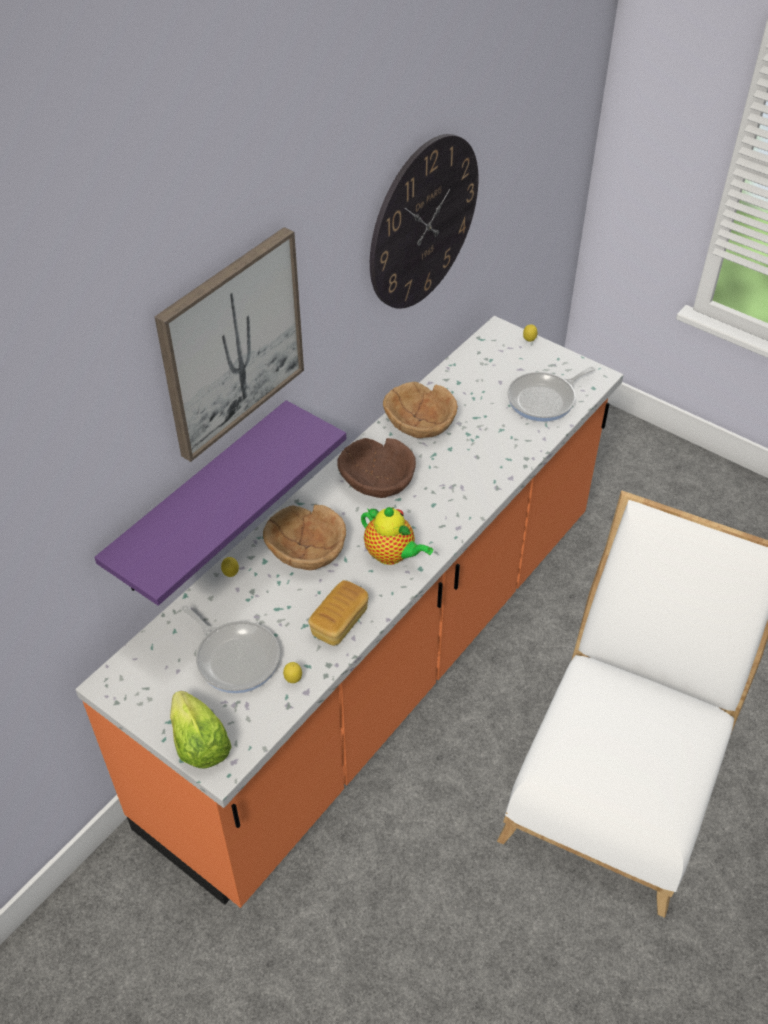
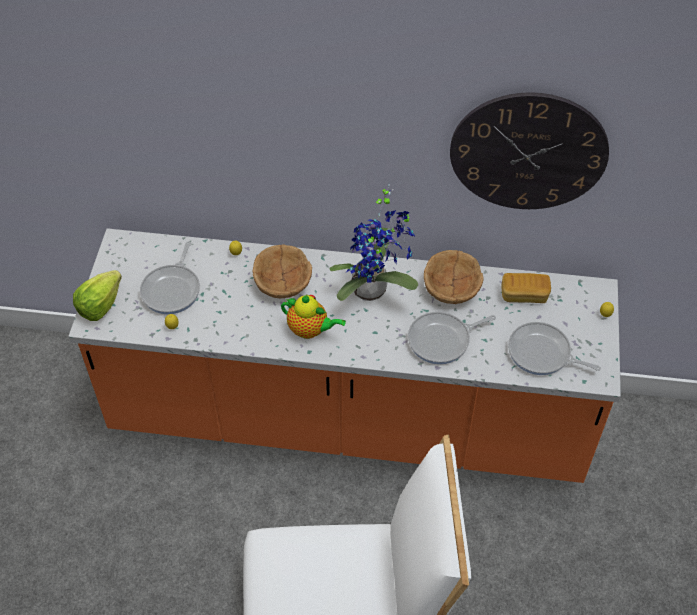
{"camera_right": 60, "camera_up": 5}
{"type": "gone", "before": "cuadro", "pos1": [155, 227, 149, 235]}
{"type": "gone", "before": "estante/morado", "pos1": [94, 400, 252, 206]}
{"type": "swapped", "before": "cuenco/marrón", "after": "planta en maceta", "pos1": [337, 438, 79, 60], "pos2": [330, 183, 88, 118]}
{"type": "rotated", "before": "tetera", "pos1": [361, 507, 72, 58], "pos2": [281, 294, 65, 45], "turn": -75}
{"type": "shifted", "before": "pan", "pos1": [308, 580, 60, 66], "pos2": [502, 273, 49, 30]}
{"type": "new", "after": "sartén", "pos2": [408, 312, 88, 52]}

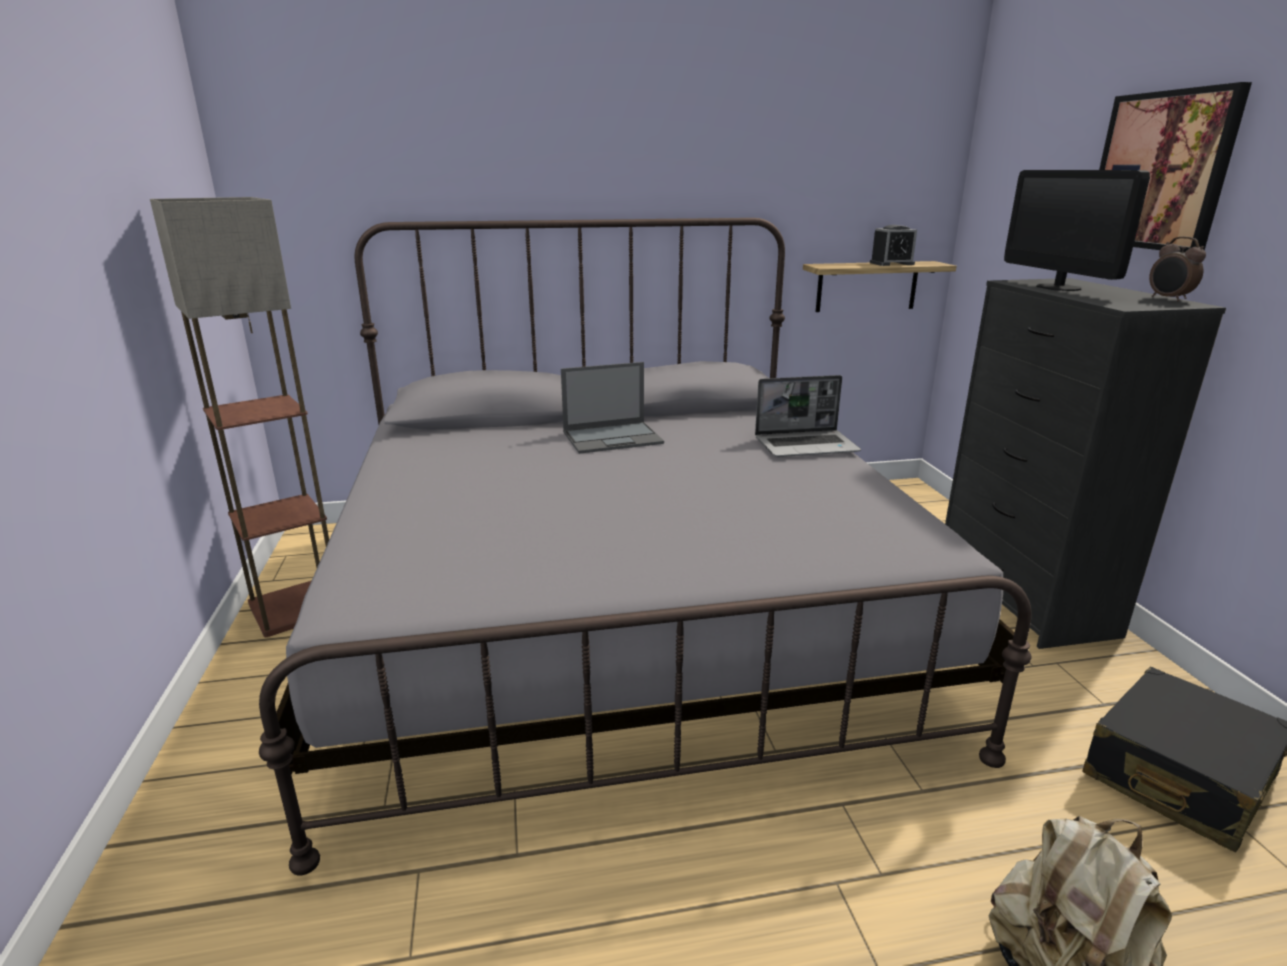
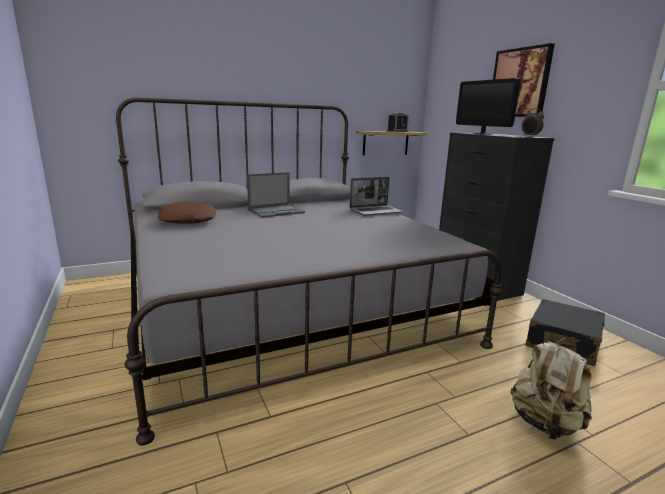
{"camera_right": -15, "camera_up": -5}
{"type": "gone", "before": "lámpara de pie", "pos1": [150, 197, 179, 440]}
{"type": "new", "after": "cojín/marrón", "pos2": [158, 201, 58, 23]}

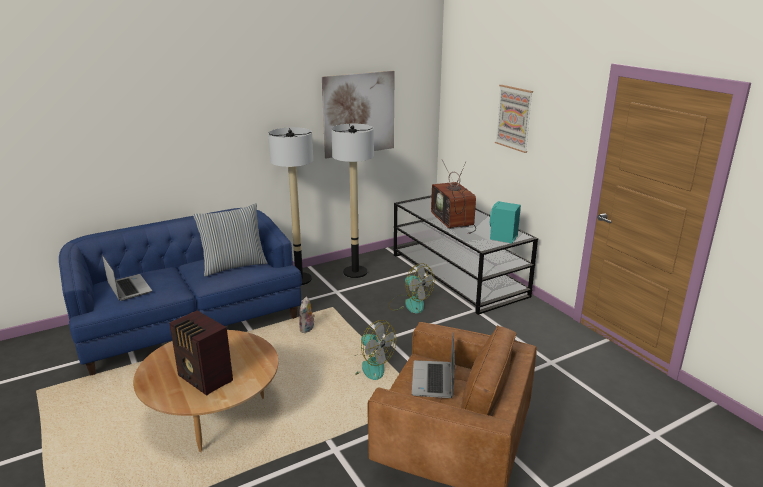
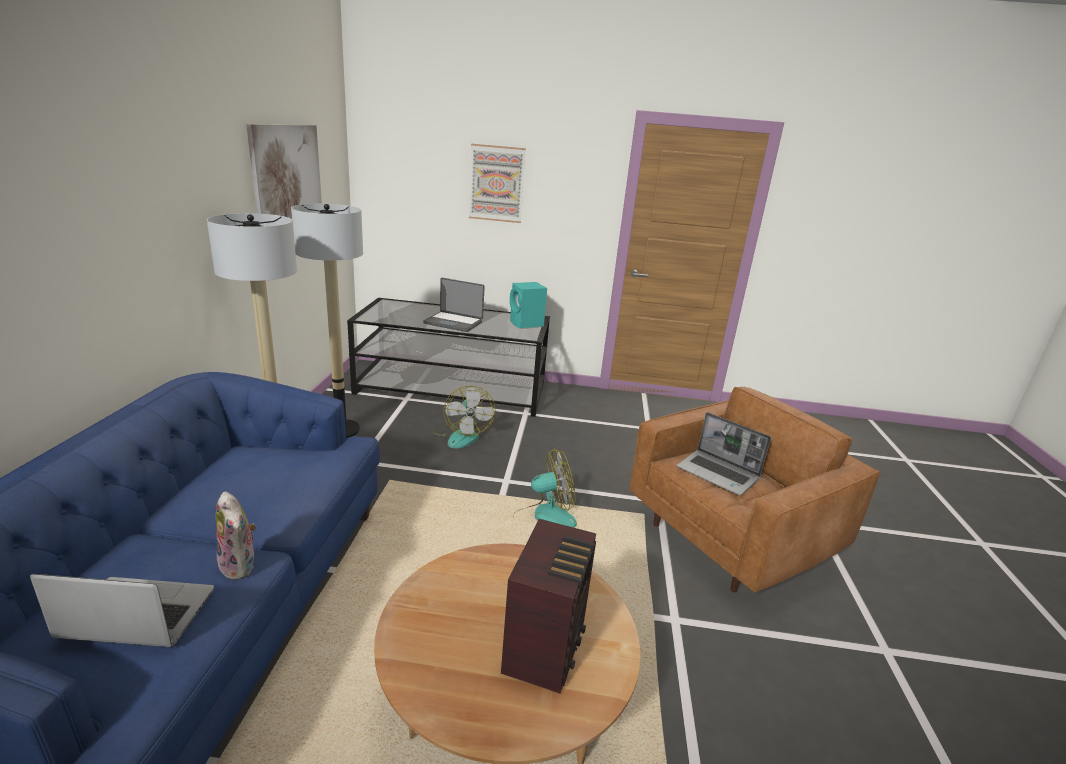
{"camera_right": -55, "camera_up": 0}
{"type": "swapped", "before": "televisor", "after": "portátil", "pos1": [431, 160, 45, 74], "pos2": [423, 278, 62, 54]}
{"type": "gone", "before": "cojín", "pos1": [193, 203, 75, 73]}
{"type": "rotated", "before": "ventilador", "pos1": [389, 263, 45, 50], "pos2": [433, 386, 63, 62], "turn": 90}
{"type": "shifted", "before": "peluche", "pos1": [299, 297, 16, 36], "pos2": [216, 491, 41, 89]}
{"type": "rotated", "before": "radio", "pos1": [169, 310, 64, 85], "pos2": [501, 519, 95, 174], "turn": -60}

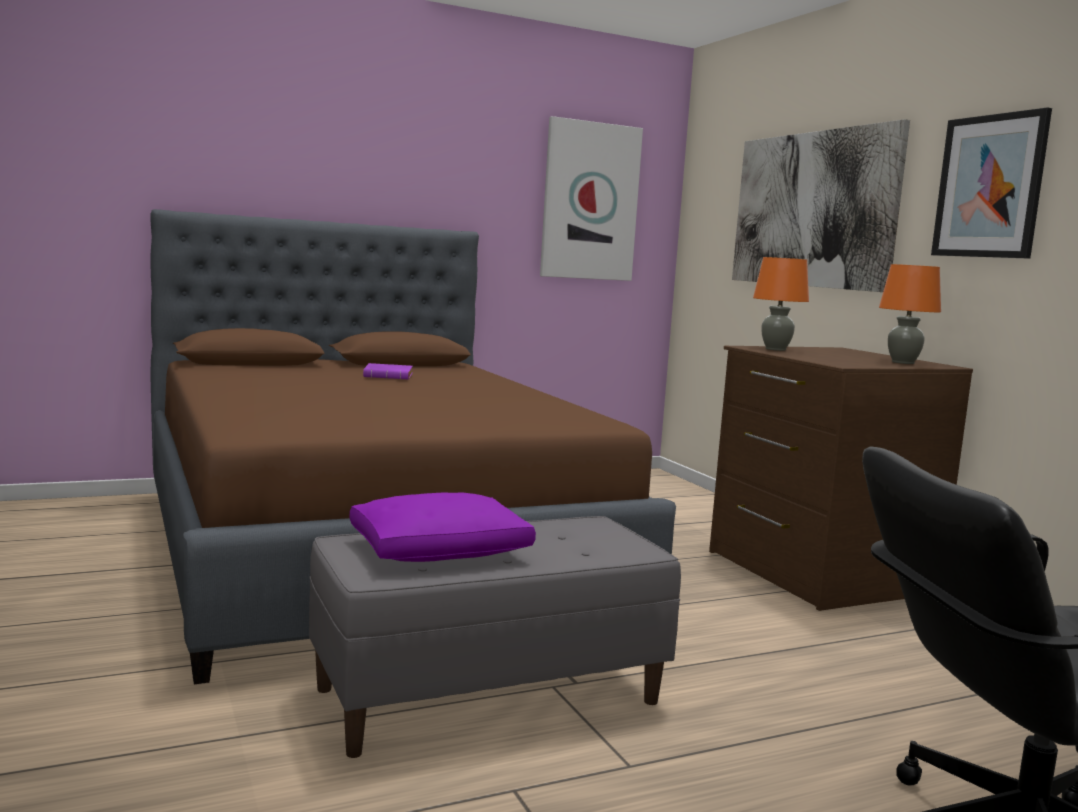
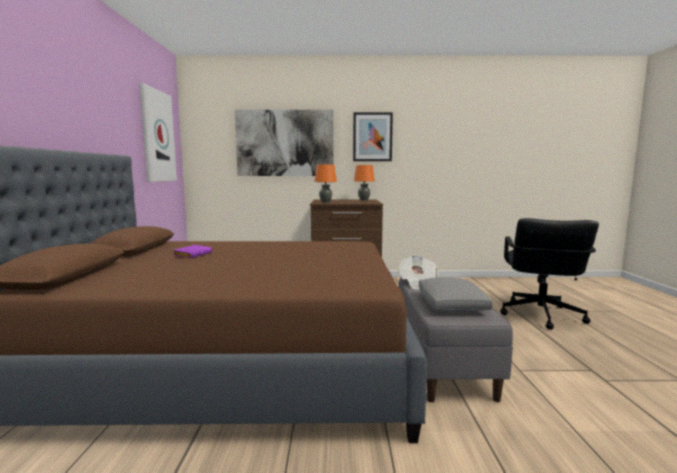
{"camera_right": -65, "camera_up": 0}
{"type": "repainted", "before": "cojín/morado", "after": "cojín/gris", "pos1": [350, 492, 186, 70], "pos2": [419, 277, 73, 35]}
{"type": "new", "after": "periódico", "pos2": [398, 255, 40, 34]}

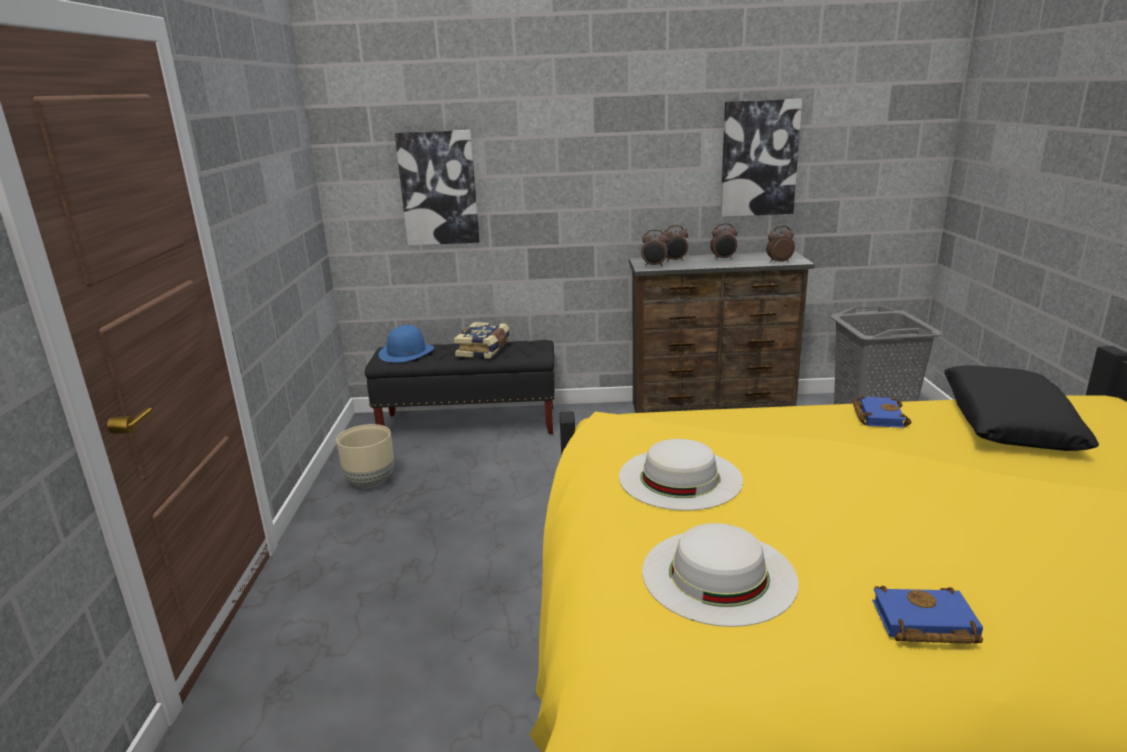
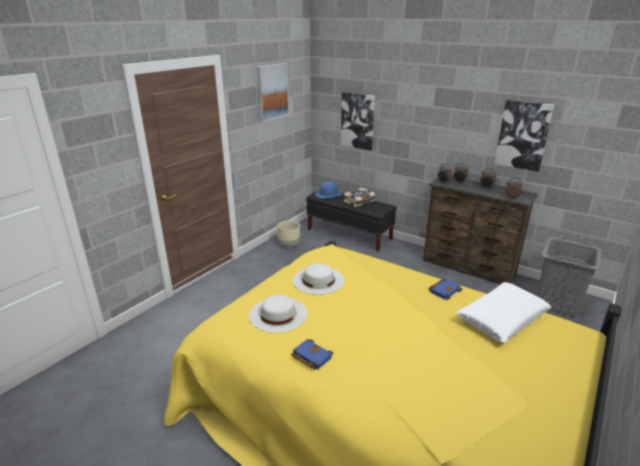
{"camera_right": 35, "camera_up": 5}
{"type": "repainted", "before": "cojín/negro", "after": "cojín/blanco", "pos1": [944, 365, 155, 86], "pos2": [456, 282, 95, 61]}
{"type": "new", "after": "cuadro", "pos2": [257, 63, 32, 59]}

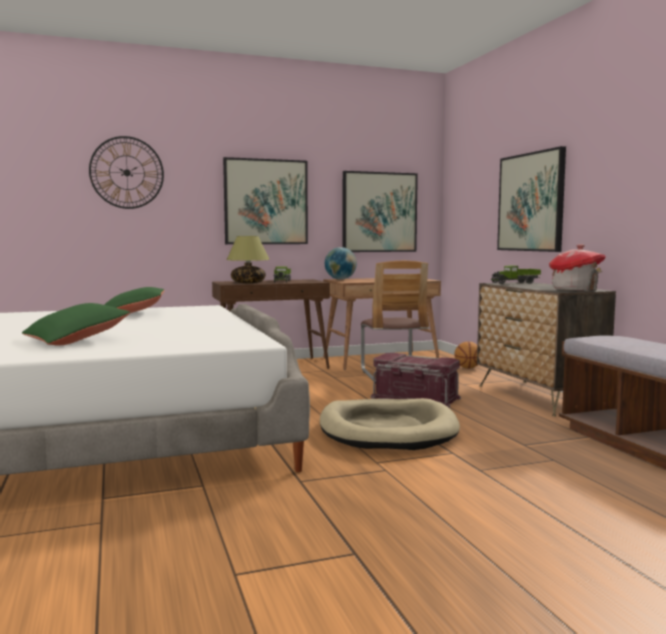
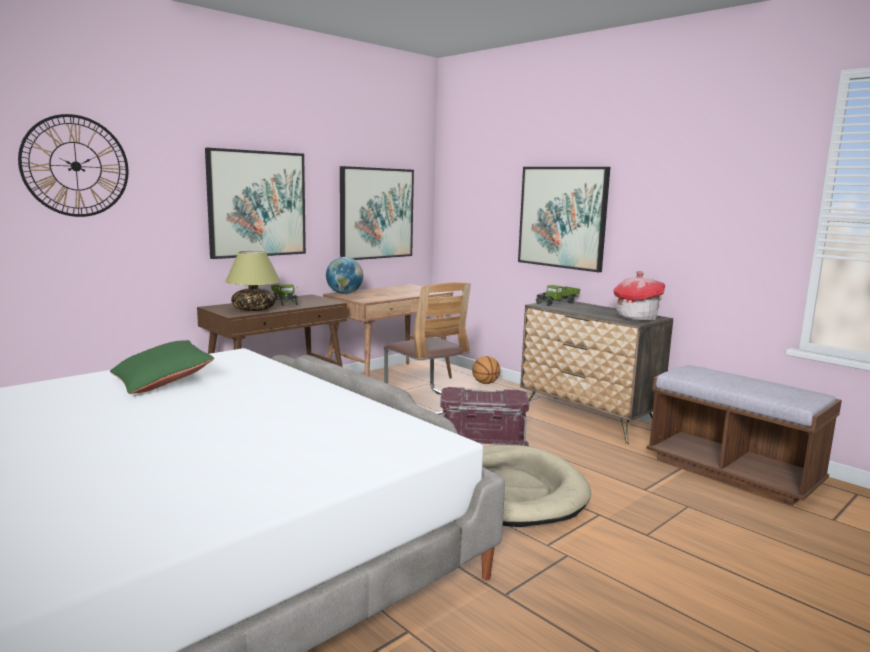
{"camera_right": -25, "camera_up": 5}
{"type": "gone", "before": "cojín/verde", "pos1": [22, 303, 108, 42]}

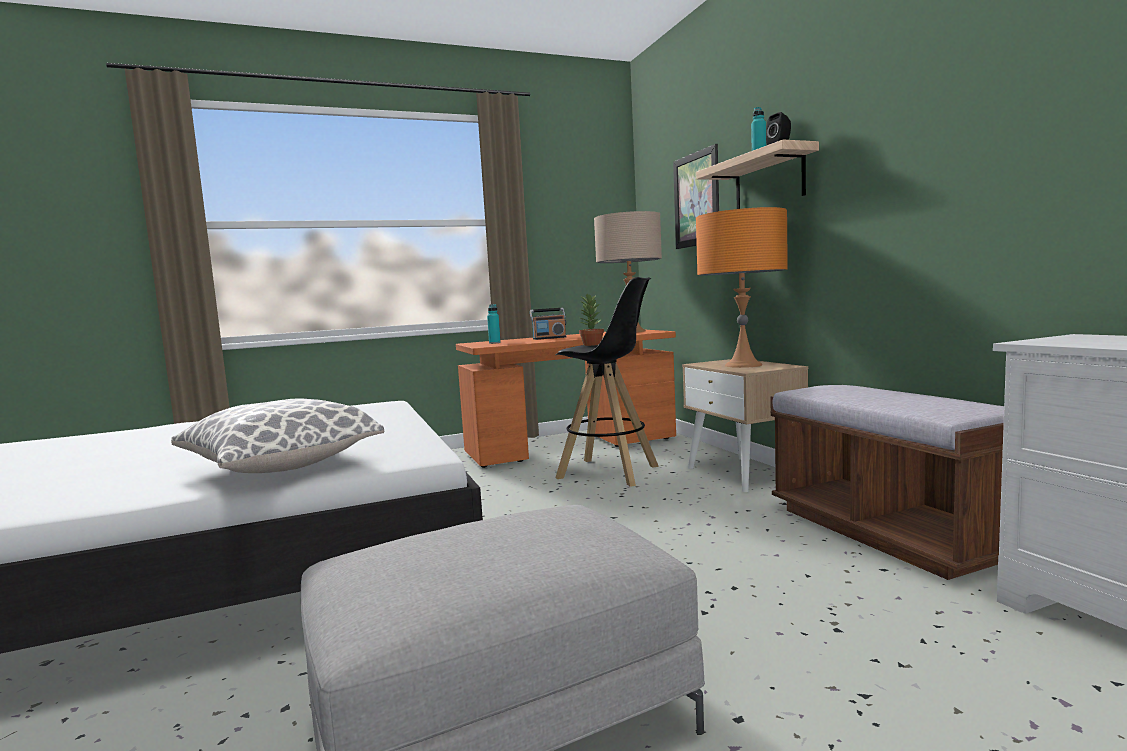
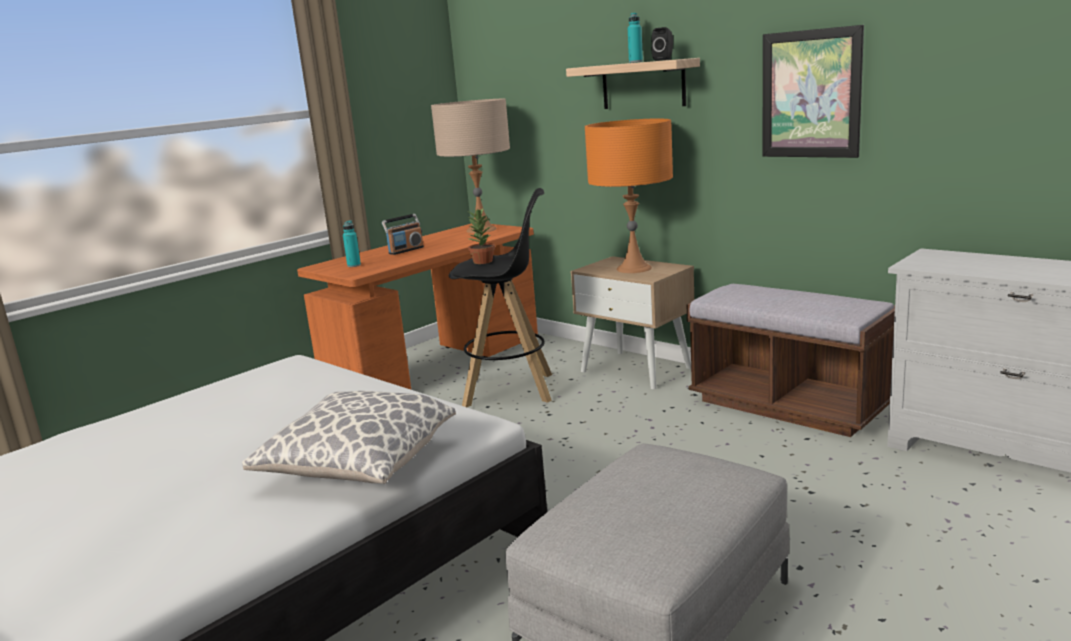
{"camera_right": -25, "camera_up": 10}
{"type": "shifted", "before": "cuadro", "pos1": [673, 144, 46, 105], "pos2": [763, 25, 101, 133]}

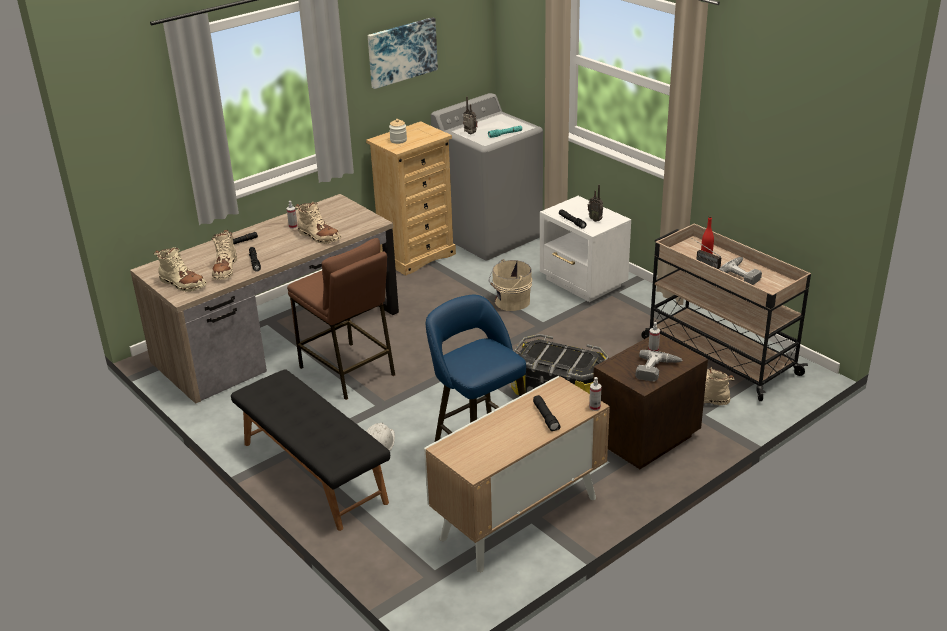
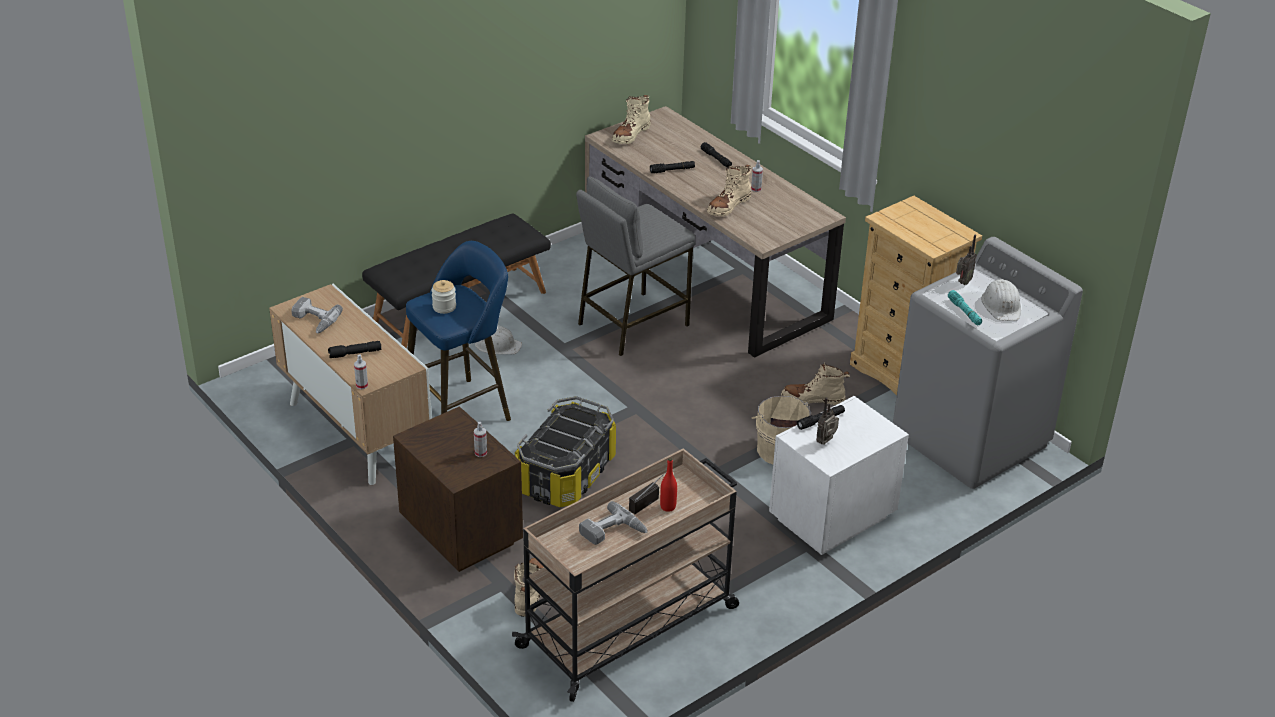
{"camera_right": 90, "camera_up": 5}
{"type": "gone", "before": "cuadro", "pos1": [368, 17, 70, 72]}
{"type": "shifted", "before": "tarro", "pos1": [389, 119, 18, 25], "pos2": [431, 280, 25, 34]}
{"type": "shifted", "before": "bota/beis", "pos1": [212, 230, 25, 50], "pos2": [781, 362, 69, 43]}
{"type": "repainted", "before": "taburete/marrón", "after": "taburete/gris", "pos1": [287, 238, 108, 162], "pos2": [576, 177, 119, 179]}
{"type": "shifted", "before": "taladro", "pos1": [635, 350, 48, 31], "pos2": [291, 297, 52, 36]}
{"type": "new", "after": "casco/blanco", "pos2": [982, 279, 39, 42]}

